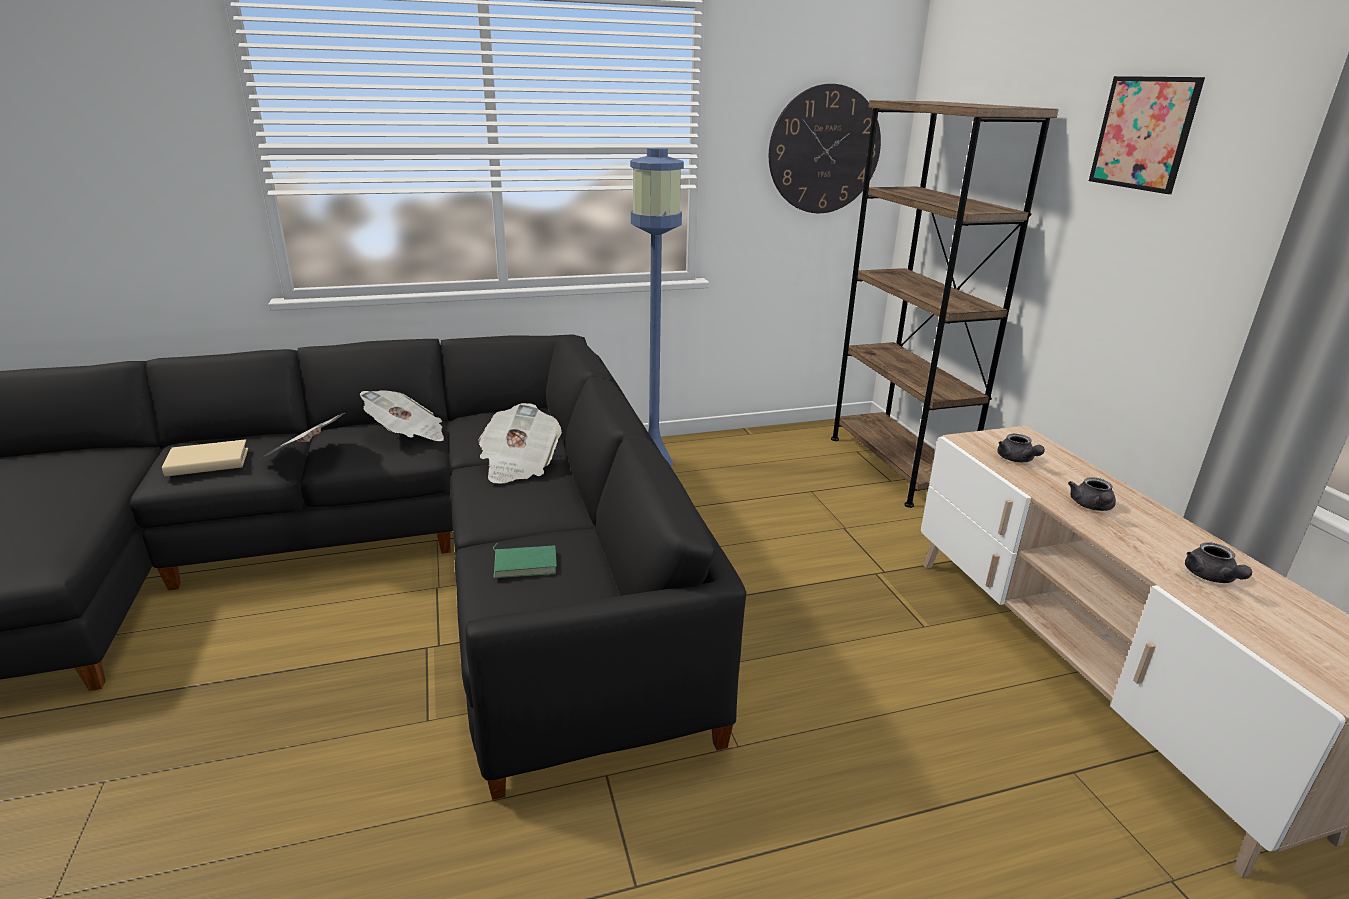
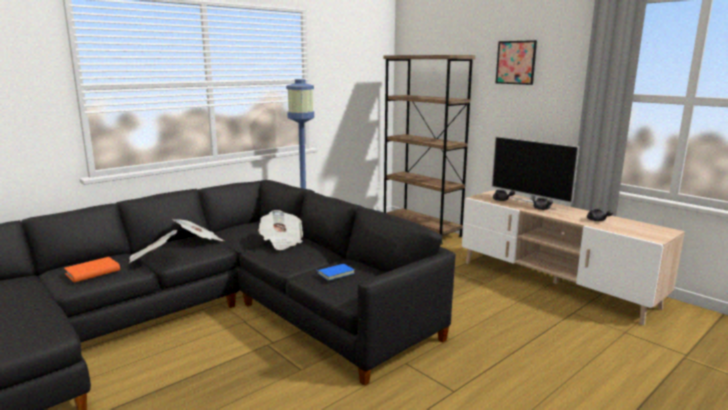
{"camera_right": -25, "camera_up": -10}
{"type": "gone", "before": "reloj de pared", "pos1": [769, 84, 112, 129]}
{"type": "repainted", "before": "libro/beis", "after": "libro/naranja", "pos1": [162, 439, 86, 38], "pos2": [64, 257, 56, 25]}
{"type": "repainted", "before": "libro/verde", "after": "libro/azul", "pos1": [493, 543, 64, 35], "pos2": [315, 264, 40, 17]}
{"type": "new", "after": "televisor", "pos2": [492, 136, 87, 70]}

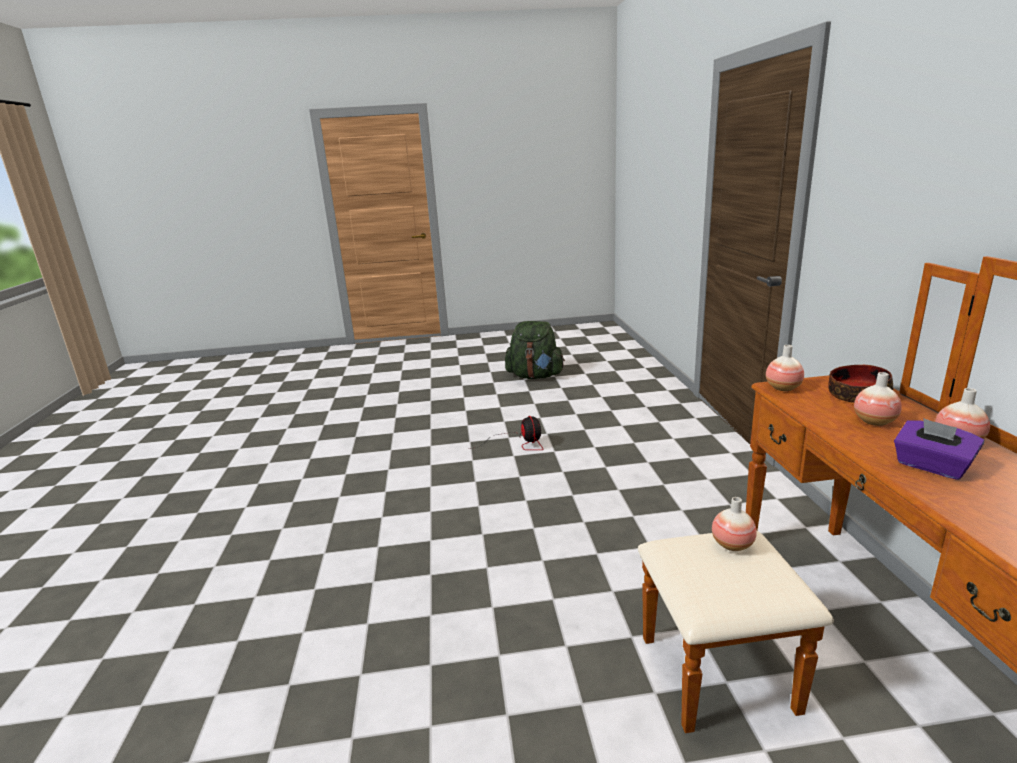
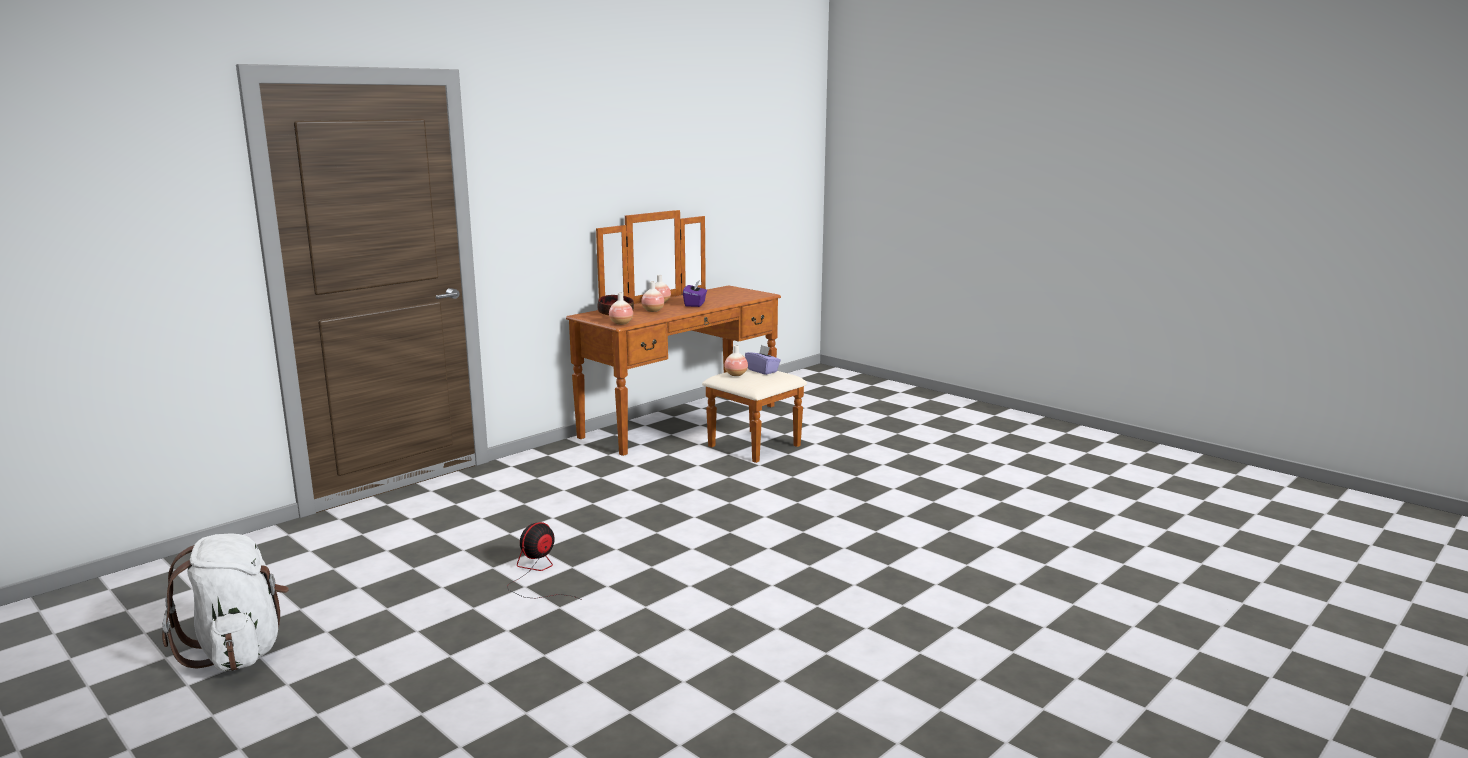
{"camera_right": -130, "camera_up": -5}
{"type": "repainted", "before": "mochila/verde", "after": "mochila/blanco", "pos1": [505, 321, 60, 58], "pos2": [162, 533, 127, 138]}
{"type": "new", "after": "caja de pañuelos/morado", "pos2": [745, 345, 36, 30]}

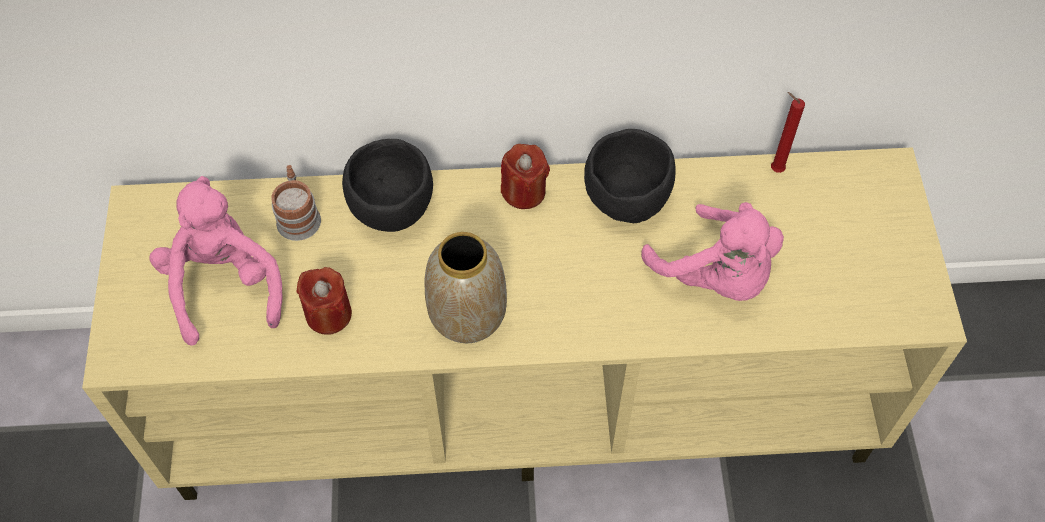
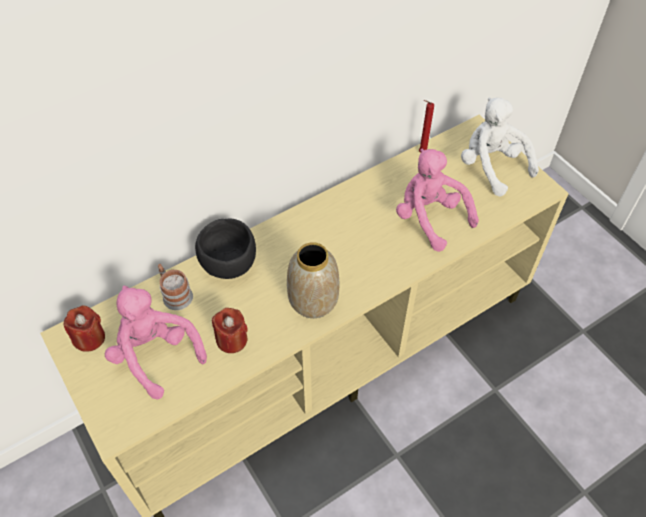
{"camera_right": -30, "camera_up": -5}
{"type": "gone", "before": "cuenco/negro", "pos1": [584, 129, 92, 94]}
{"type": "shifted", "before": "vela/rojo", "pos1": [501, 144, 49, 65], "pos2": [63, 305, 42, 47]}
{"type": "rotated", "before": "peluche/rosa", "pos1": [641, 202, 143, 99], "pos2": [396, 149, 83, 103], "turn": -150}
{"type": "new", "after": "peluche/blanco", "pos2": [461, 98, 78, 99]}

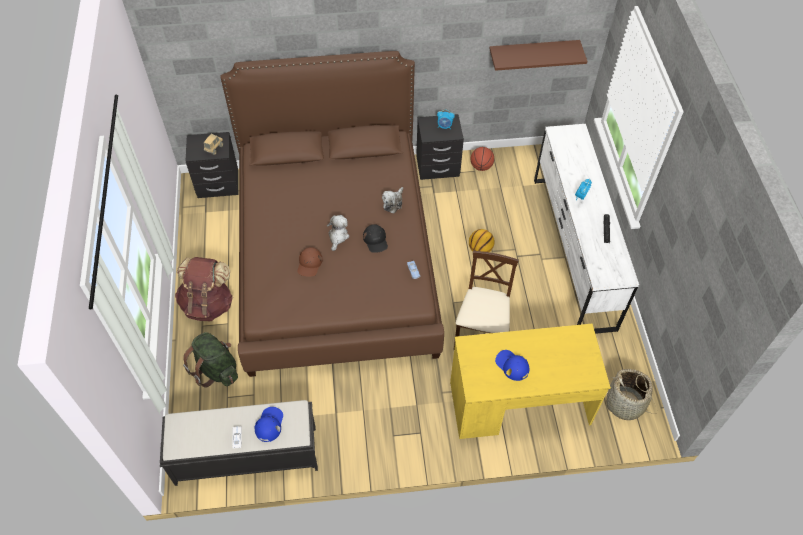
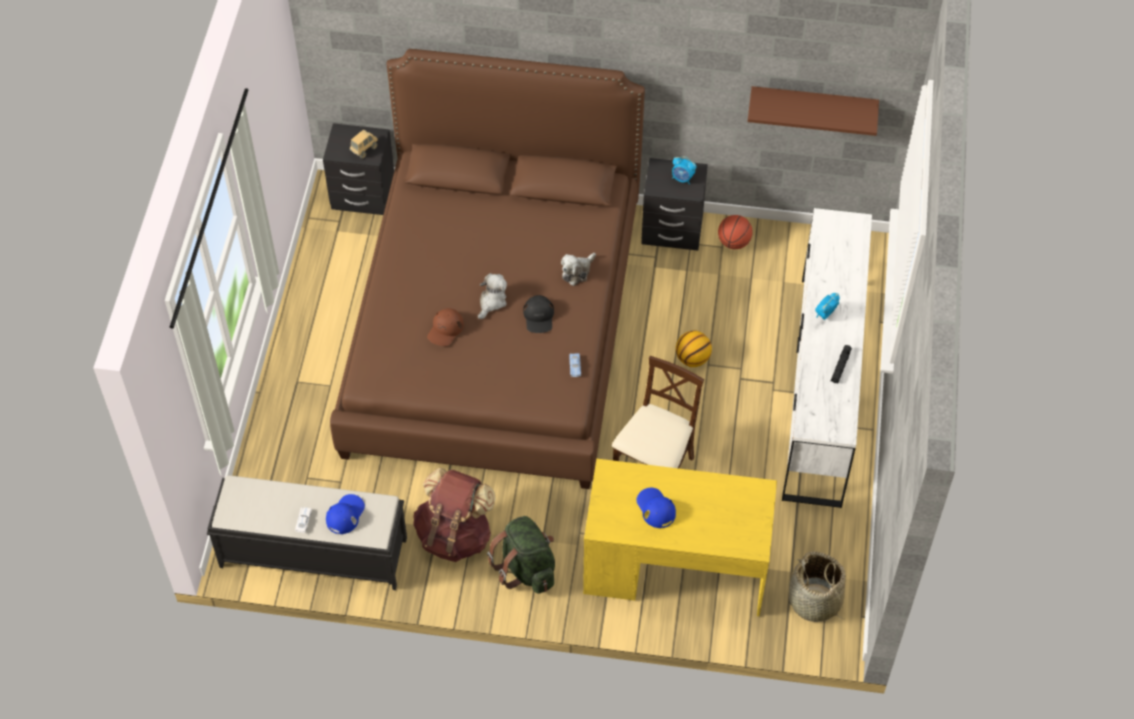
{"camera_right": 15, "camera_up": 0}
{"type": "shifted", "before": "mochila/marrón", "pos1": [175, 257, 58, 64], "pos2": [413, 468, 83, 94]}
{"type": "shifted", "before": "mochila/verde", "pos1": [183, 332, 55, 56], "pos2": [487, 516, 68, 78]}

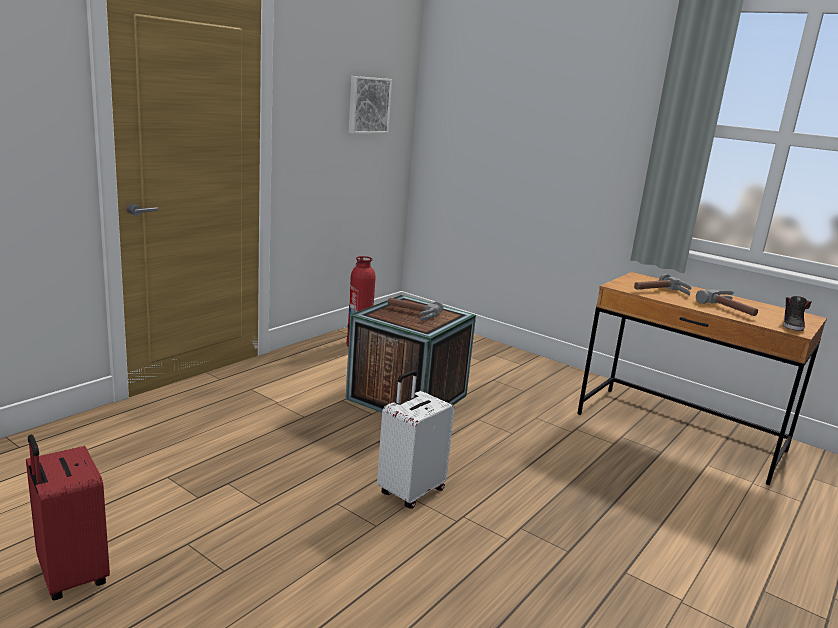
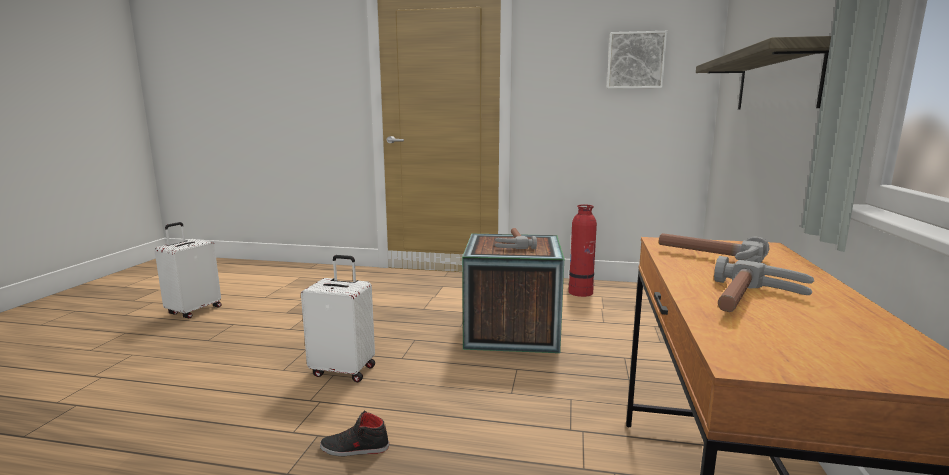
{"camera_right": 65, "camera_up": -5}
{"type": "shifted", "before": "zapato/negro", "pos1": [783, 296, 29, 35], "pos2": [320, 410, 69, 46]}
{"type": "repainted", "before": "maleta/rojo", "after": "maleta/blanco", "pos1": [26, 435, 84, 166], "pos2": [155, 222, 67, 96]}
{"type": "new", "after": "estante", "pos2": [696, 36, 135, 74]}

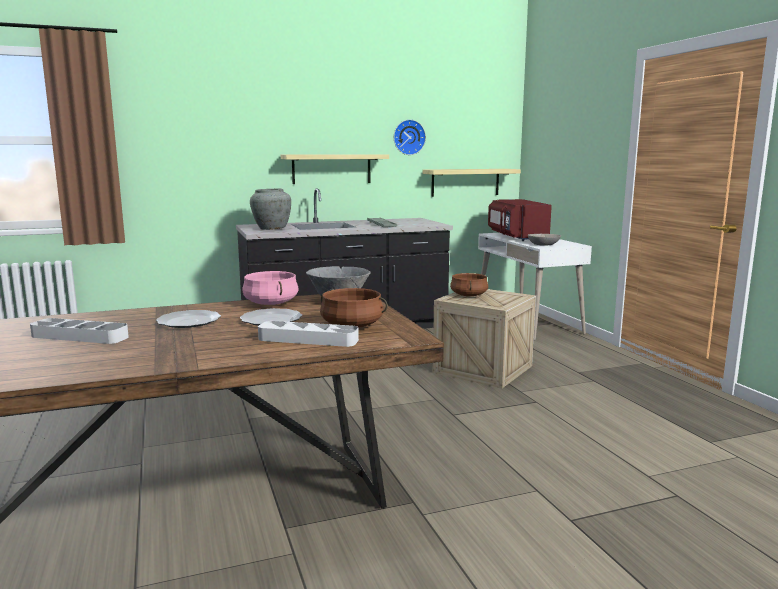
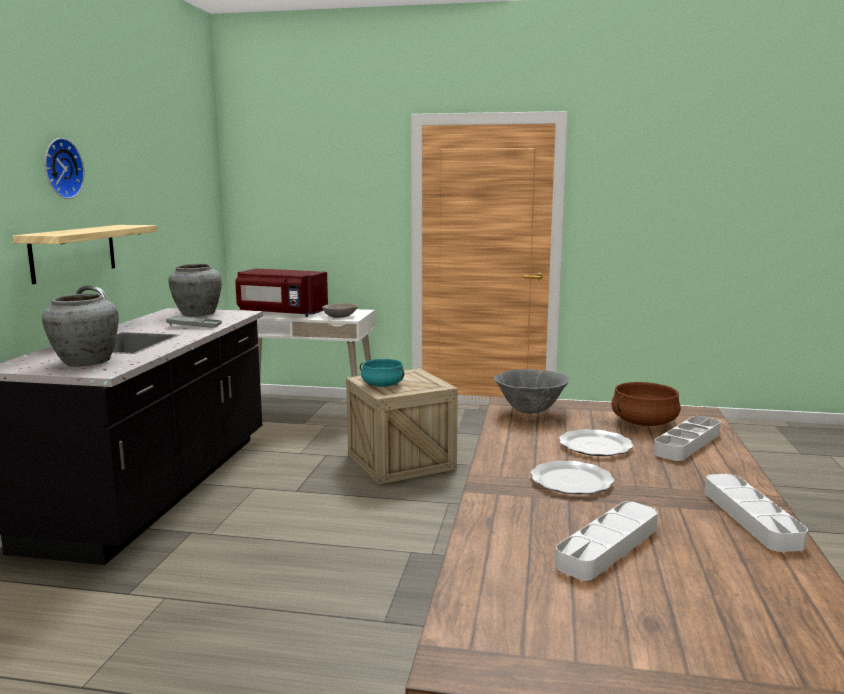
{"camera_right": -60, "camera_up": 0}
{"type": "shifted", "before": "reloj de pared", "pos1": [394, 119, 32, 36], "pos2": [45, 138, 40, 61]}
{"type": "gone", "before": "estante", "pos1": [423, 169, 98, 28]}
{"type": "gone", "before": "olla/rosa", "pos1": [242, 271, 57, 34]}
{"type": "repainted", "before": "olla/marrón", "after": "olla/turquesa", "pos1": [450, 273, 38, 23], "pos2": [360, 359, 44, 28]}
{"type": "new", "after": "florero/gris", "pos2": [168, 264, 54, 53]}
{"type": "new", "after": "bandeja/gris", "pos2": [704, 474, 104, 78]}

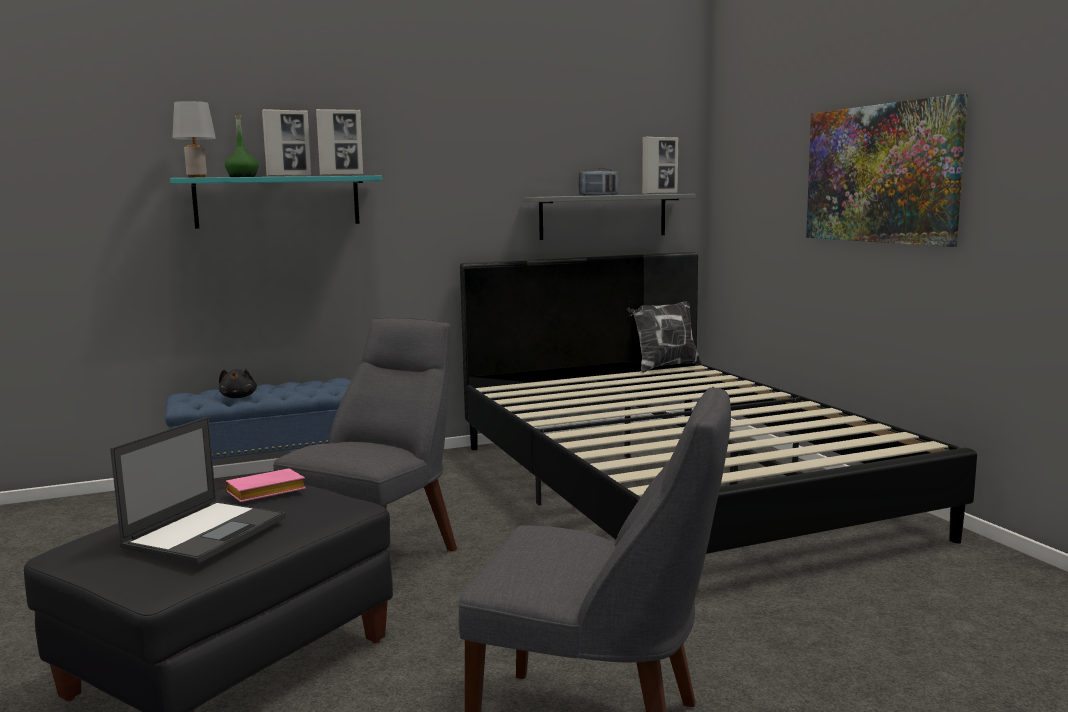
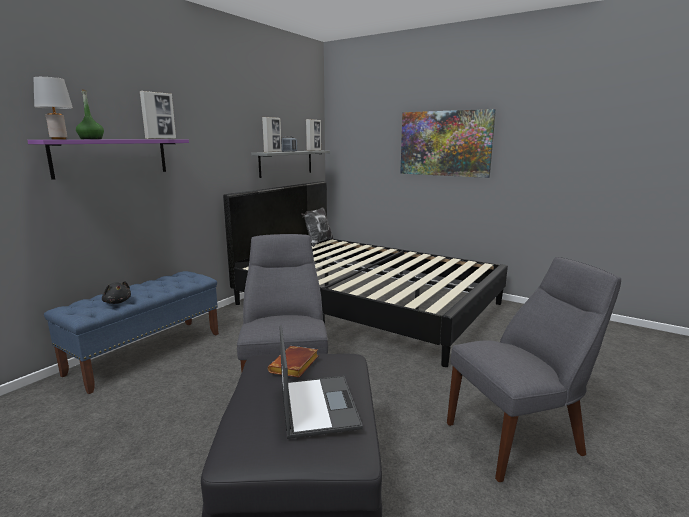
{"camera_right": -35, "camera_up": 5}
{"type": "shifted", "before": "portarretratos", "pos1": [262, 109, 49, 68], "pos2": [262, 117, 20, 36]}
{"type": "repainted", "before": "estante/turquesa", "after": "estante/morado", "pos1": [170, 176, 212, 53], "pos2": [27, 139, 162, 41]}
{"type": "repainted", "before": "libro/rosa", "after": "libro/marrón", "pos1": [226, 468, 80, 34], "pos2": [268, 346, 50, 32]}

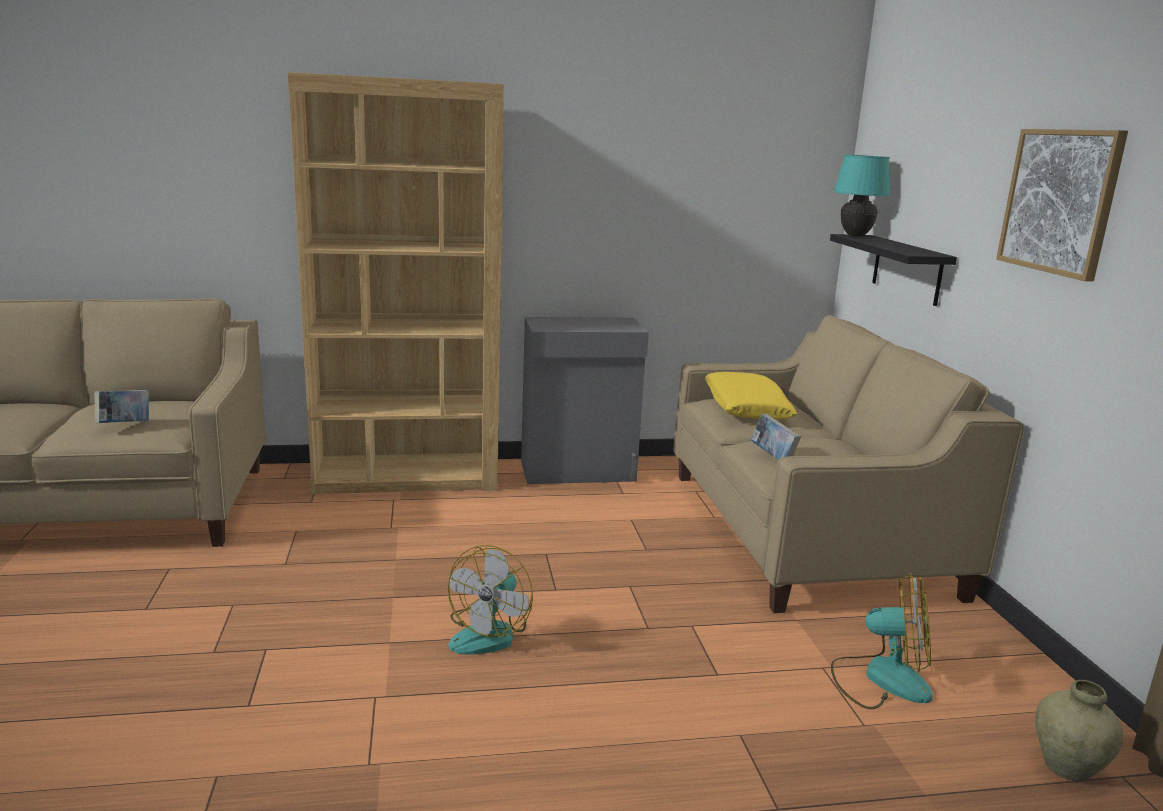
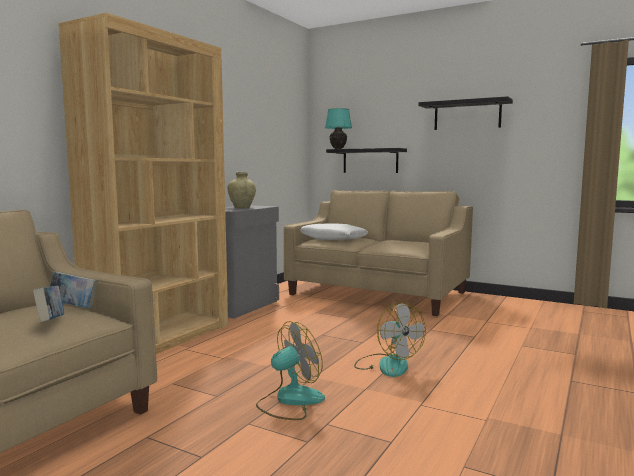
{"camera_right": -50, "camera_up": -10}
{"type": "swapped", "before": "cuadro", "after": "estante/negro", "pos1": [996, 129, 132, 153], "pos2": [418, 96, 95, 34]}
{"type": "repainted", "before": "cojín/amarillo", "after": "cojín/blanco", "pos1": [705, 372, 92, 48], "pos2": [300, 223, 69, 17]}
{"type": "shifted", "before": "libro", "pos1": [751, 414, 50, 46], "pos2": [50, 272, 48, 36]}
{"type": "shifted", "before": "ventilador", "pos1": [831, 573, 102, 136], "pos2": [256, 321, 69, 99]}
{"type": "shifted", "before": "florero/beis", "pos1": [1035, 680, 88, 102], "pos2": [227, 172, 29, 36]}

